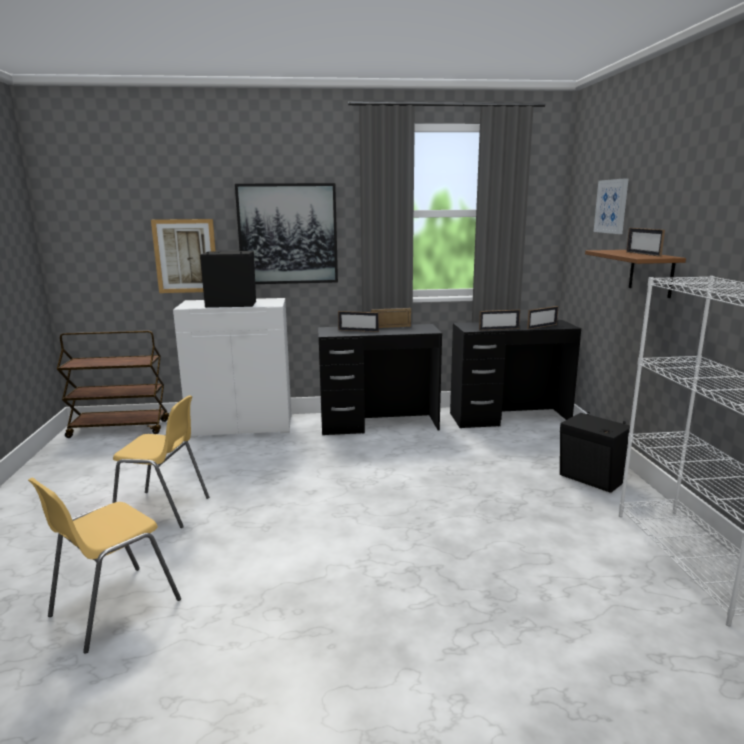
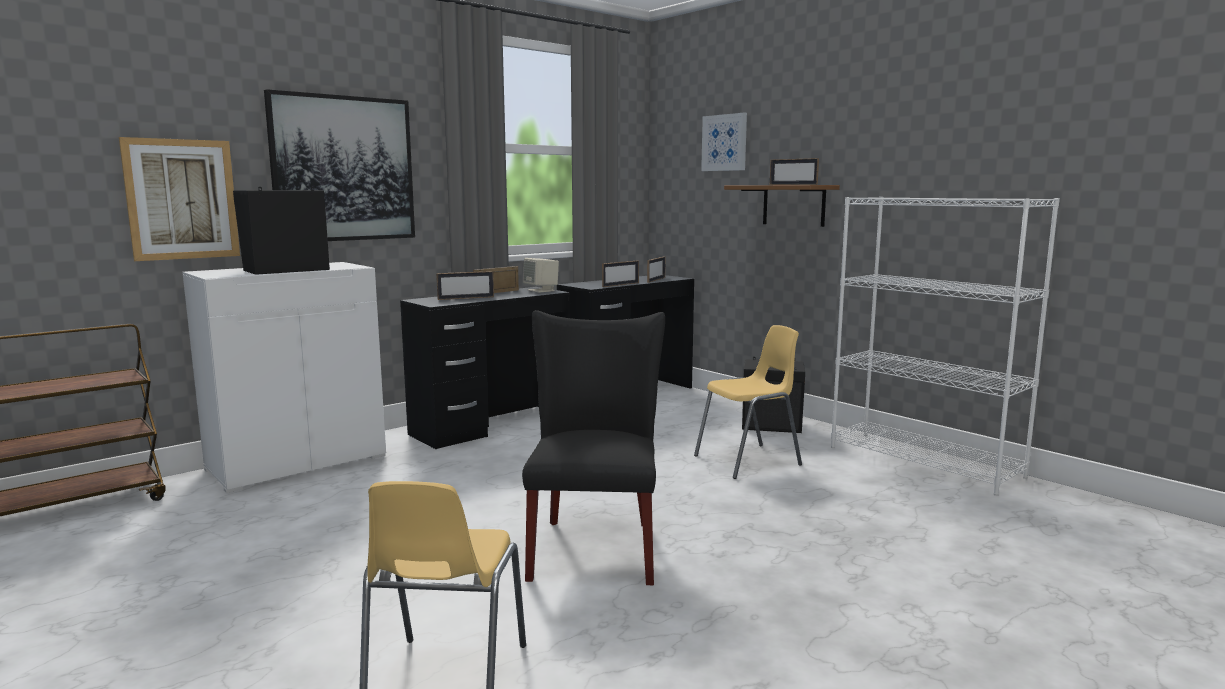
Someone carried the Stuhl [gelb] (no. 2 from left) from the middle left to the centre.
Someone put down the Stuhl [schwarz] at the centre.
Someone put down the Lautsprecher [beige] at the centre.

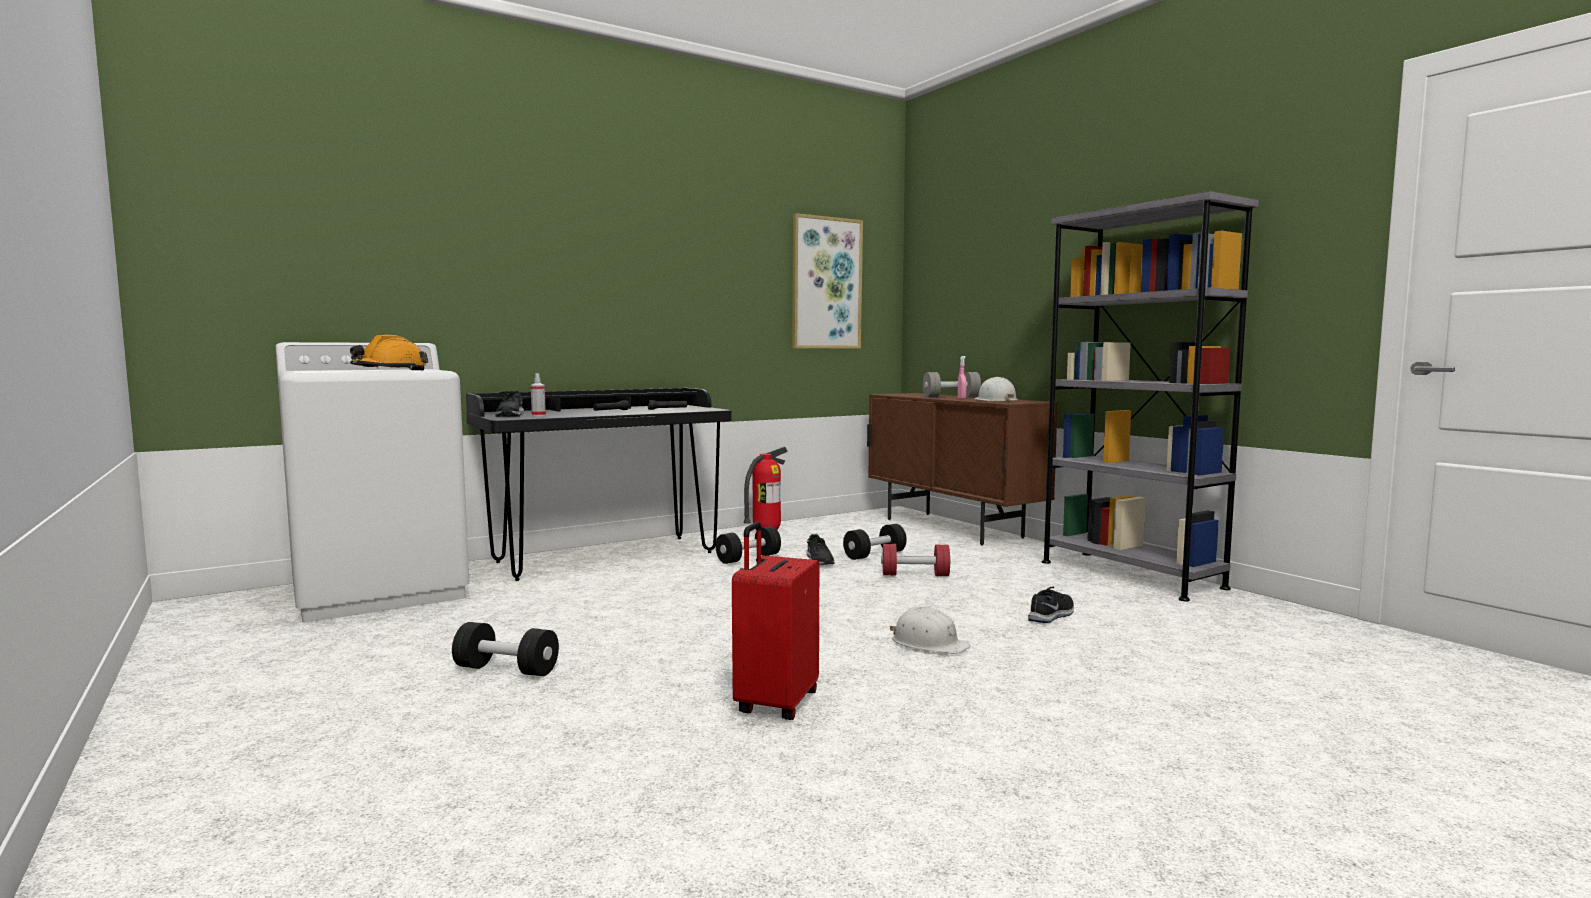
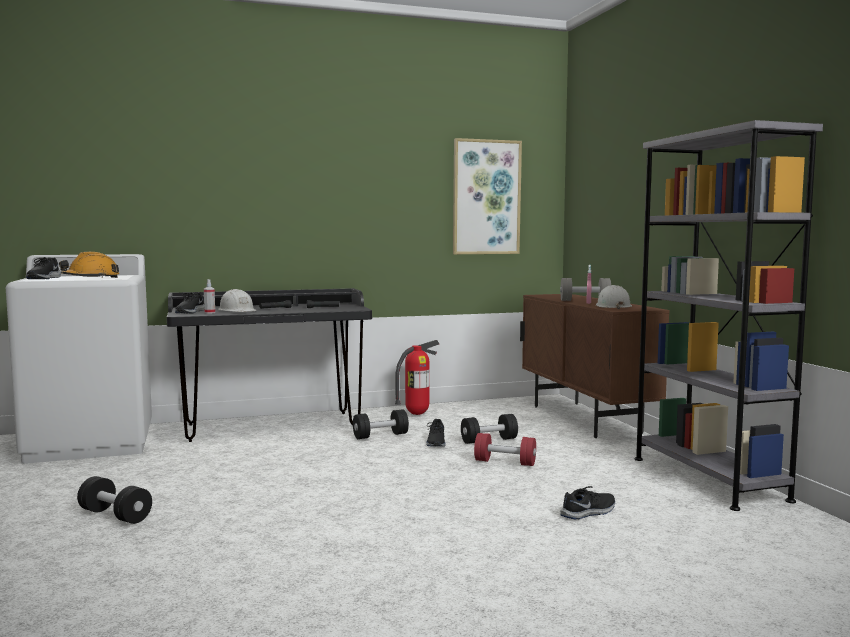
Someone took away the Koffer [rot] at the bottom centre.
Someone carried the Schutzhelm [weiß] (no. 1 from left) from the bottom centre to the middle left.
Someone put down the Schuh [schwarz] (no. 1 from left) at the middle left.

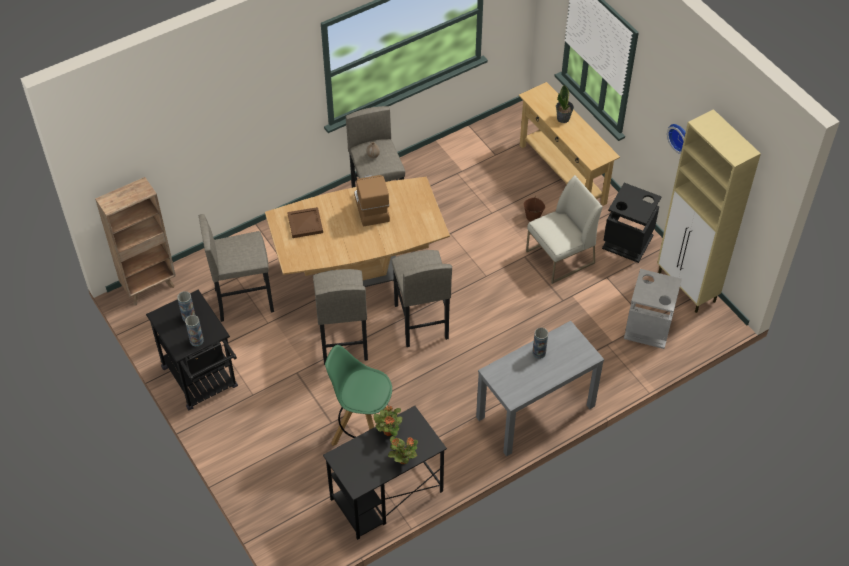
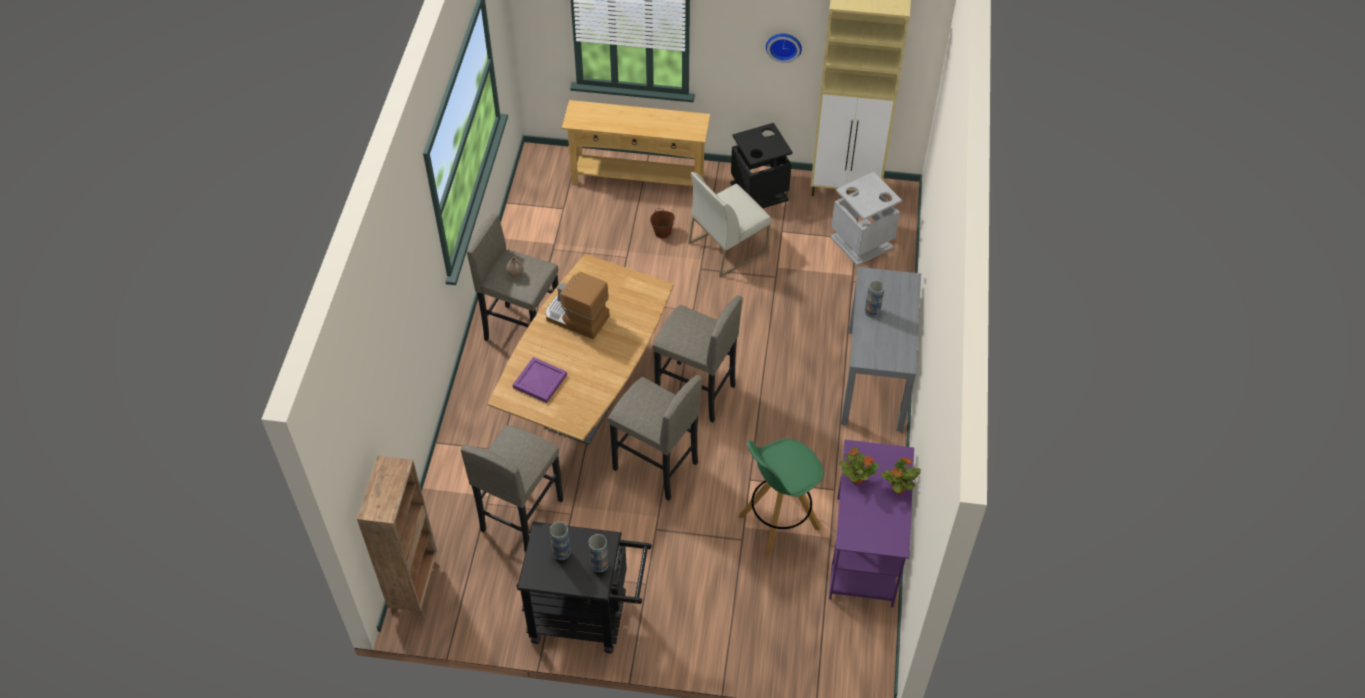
Someone repainted the Tablett [braun] at the centre, which became the Tablett [lila] at the centre.
Someone repainted the Schreibtisch [schwarz] at the bottom centre, which became the Schreibtisch [lila] at the bottom centre.
Someone rotated the Stuhl [weiß] at the centre by 135 degrees counterclockwise.
Someone took away the Topfpflanze (no. 3 from left) at the top centre.

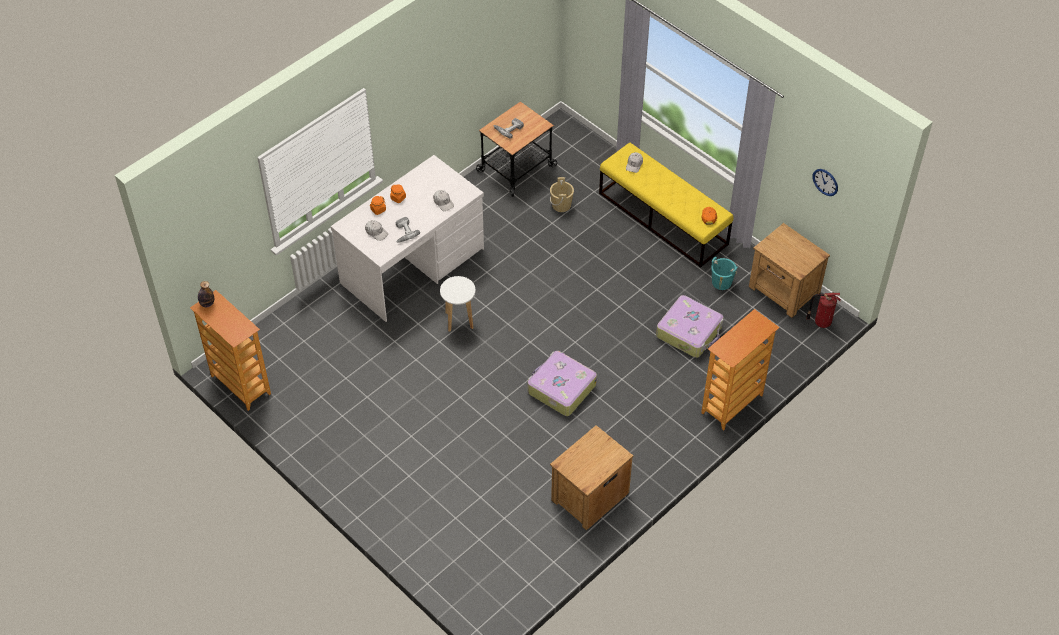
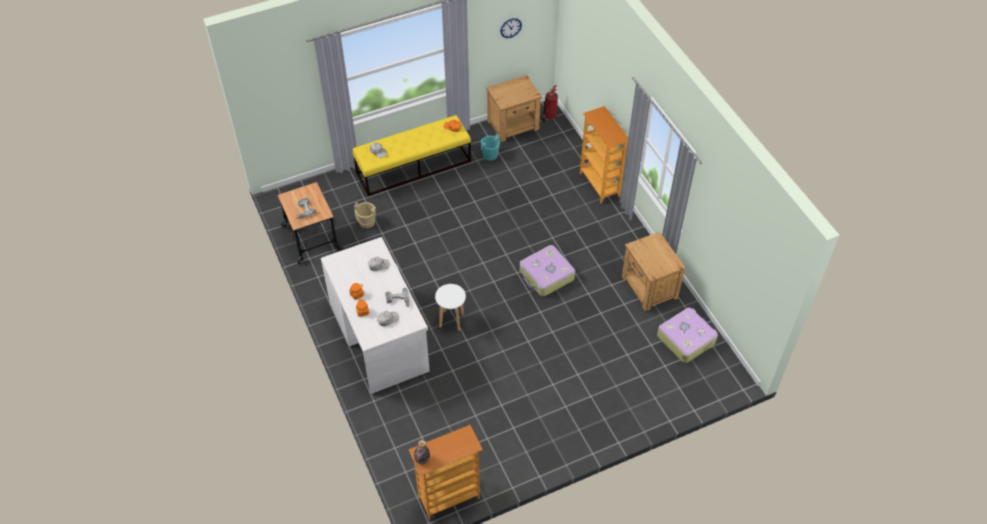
Someone carried the Koffer (no. 2 from left) from the centre to the middle right.

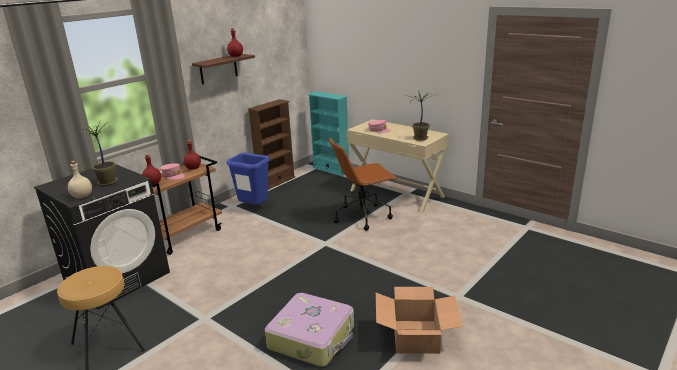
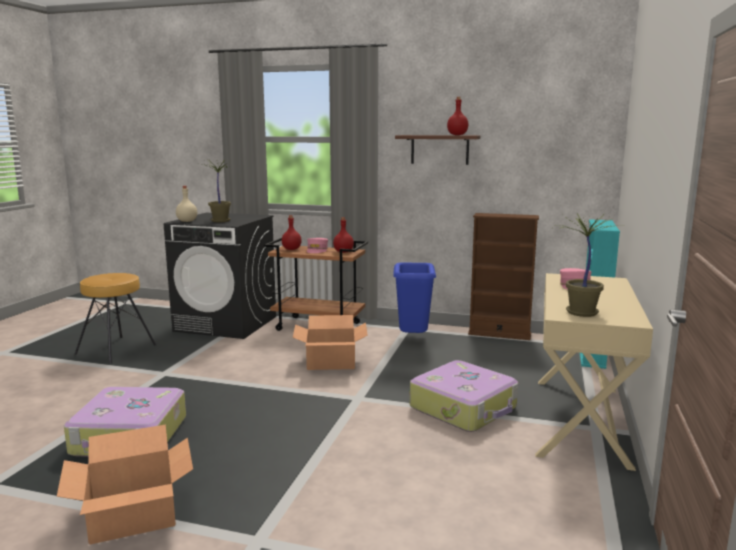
Someone swapped the Bürostuhl [braun] at the centre for the Koffer (no. 2 from left) at the bottom centre.
Someone put down the Karton (no. 2 from left) at the centre.

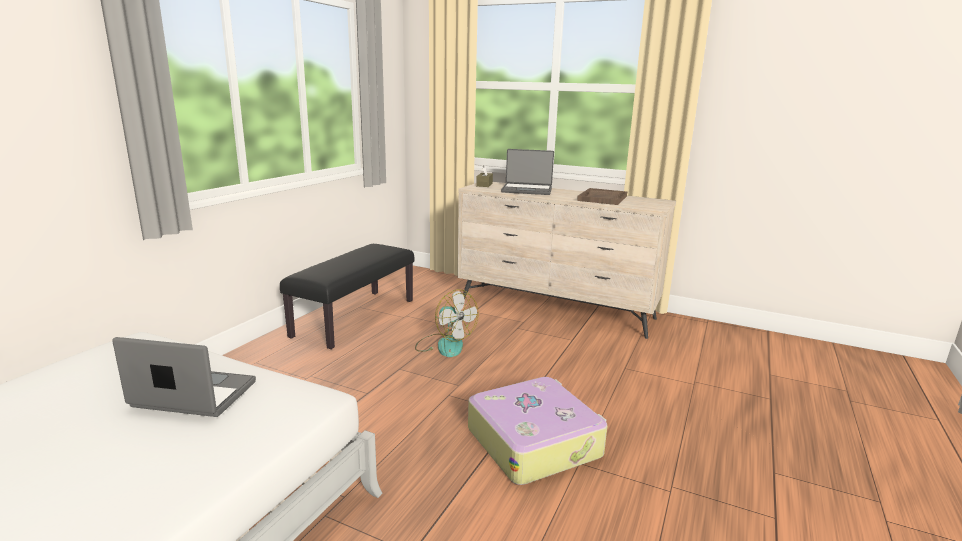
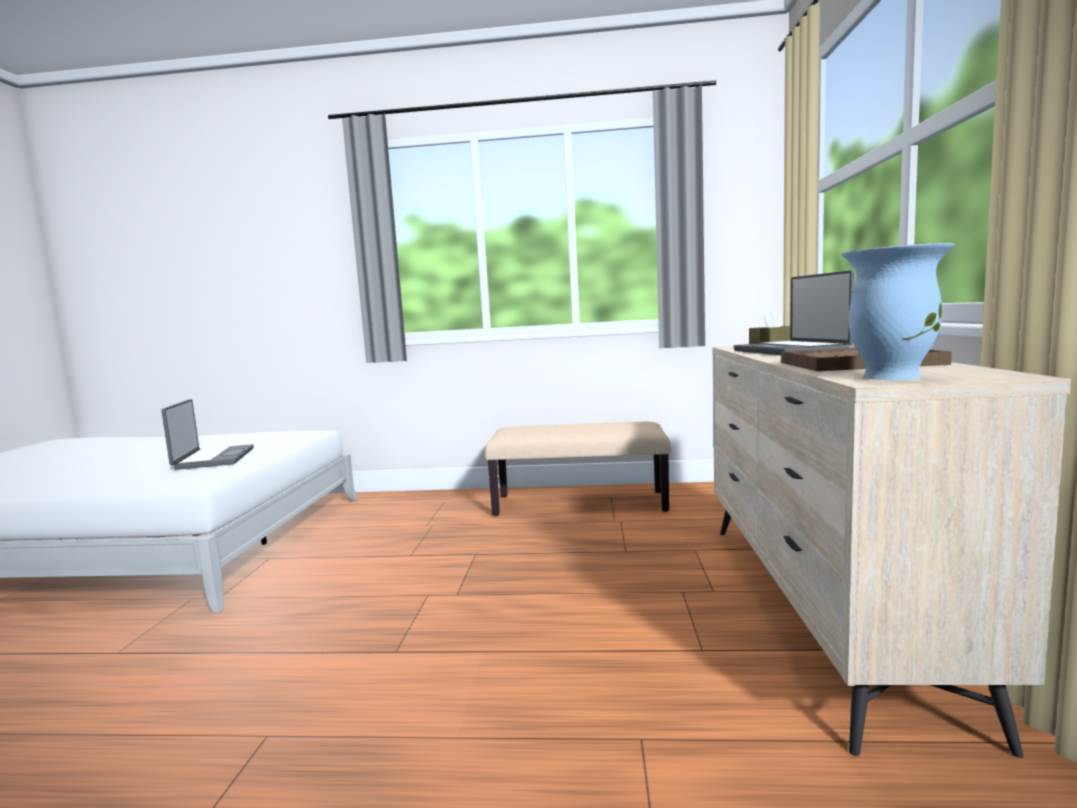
Someone repainted the Bank [schwarz] at the centre, which became the Bank [beige] at the centre.
Someone took away the Ventilator at the centre.
Someone took away the Koffer at the bottom centre.
Someone put down the Vase at the middle right.

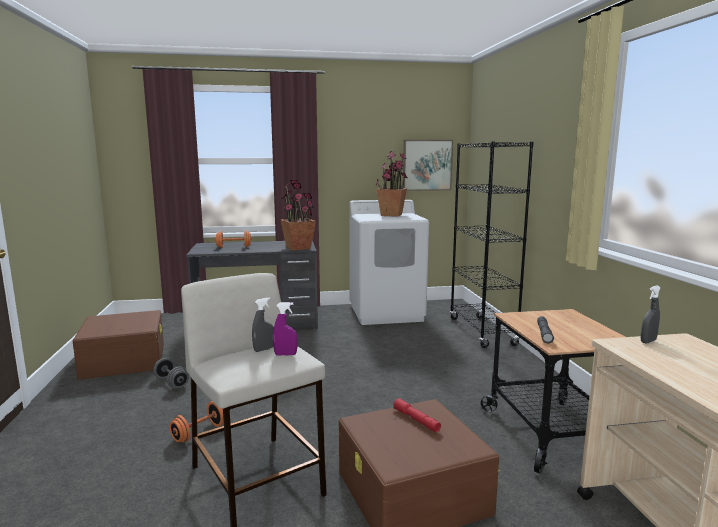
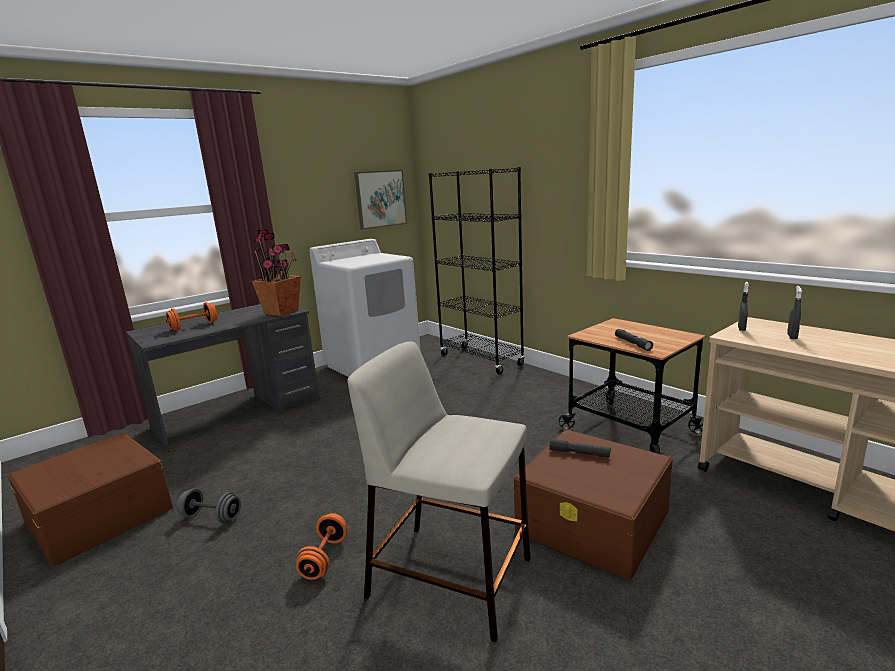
Someone carried the Sprühflasche [grau] (no. 1 from left in the first image) from the centre to the middle right.
Someone took away the Sprühflasche [lila] at the centre.
Someone took away the Topfpflanze (no. 2 from left) at the centre.
Someone repainted the Taschenlampe [rot] at the bottom centre, which became the Taschenlampe [grau] (no. 1 from left) at the bottom centre.

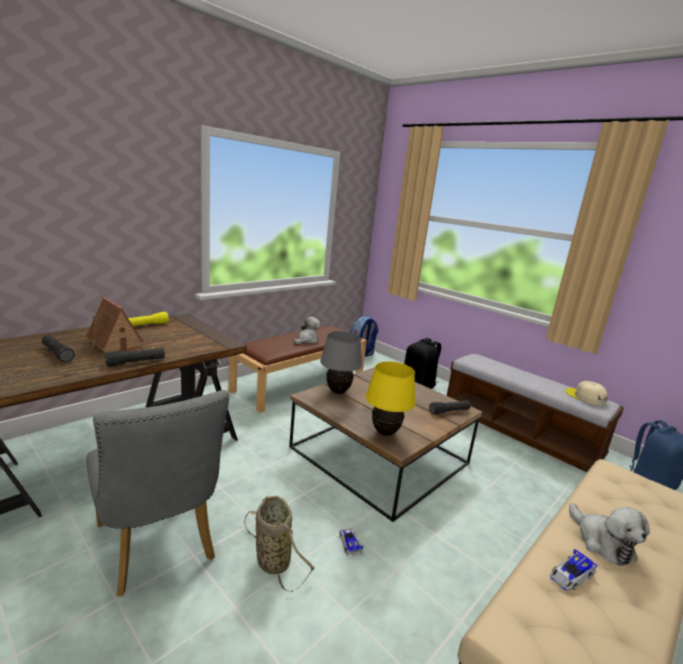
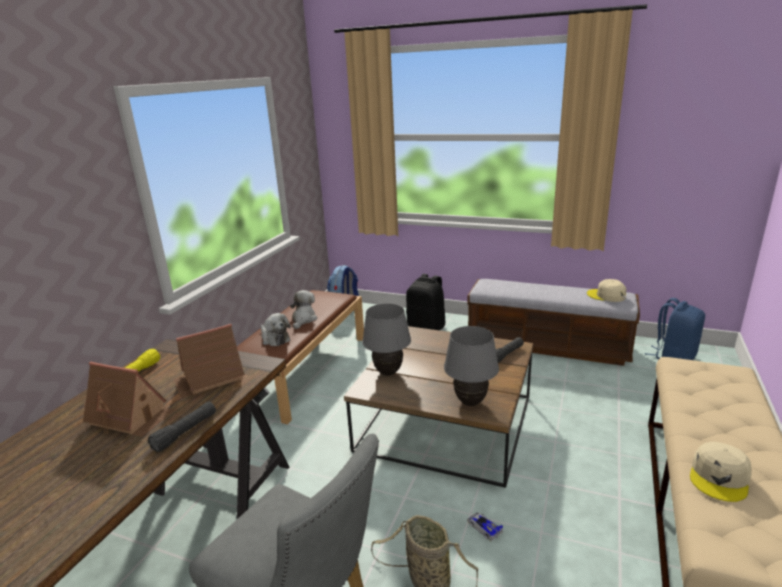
Someone took away the Taschenlampe [schwarz] (no. 1 from left) at the middle left.
Someone repainted the Tischlampe [gelb] at the centre, which became the Tischlampe [grau] (no. 2 from left) at the centre.
Someone swapped the Spielzeugauto (no. 2 from left) at the bottom right for the Kappe [beige] (no. 2 from left) at the bottom right.
Someone carried the Plüschtier (no. 2 from left in the first image) from the bottom right to the centre.
Someone put down the Spielzeughaus (no. 2 from left) at the middle left.

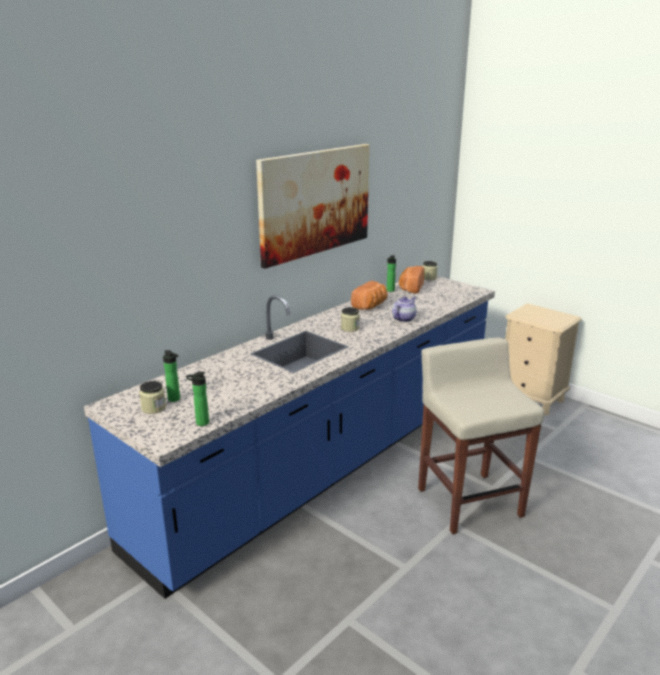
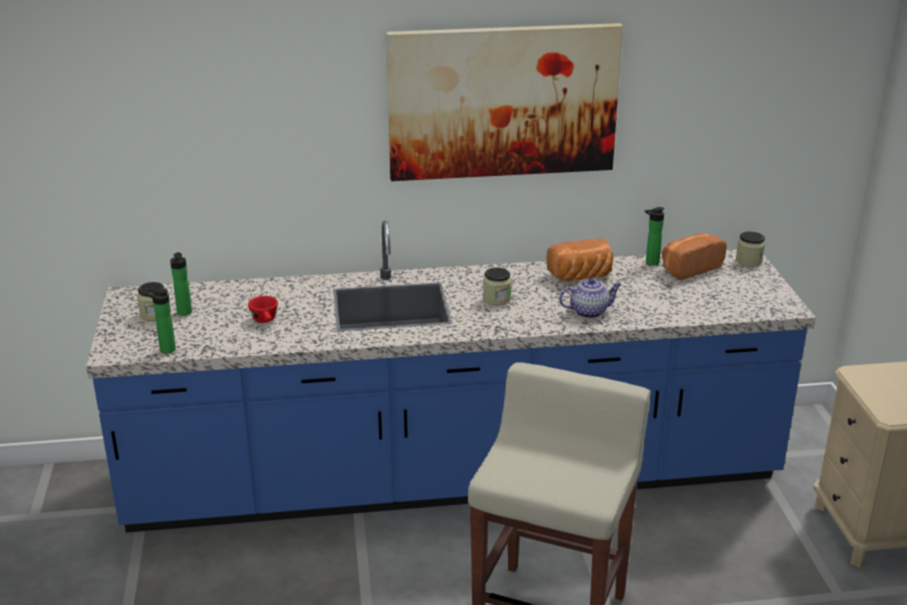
Someone put down the Tasse [rot] at the middle left.

